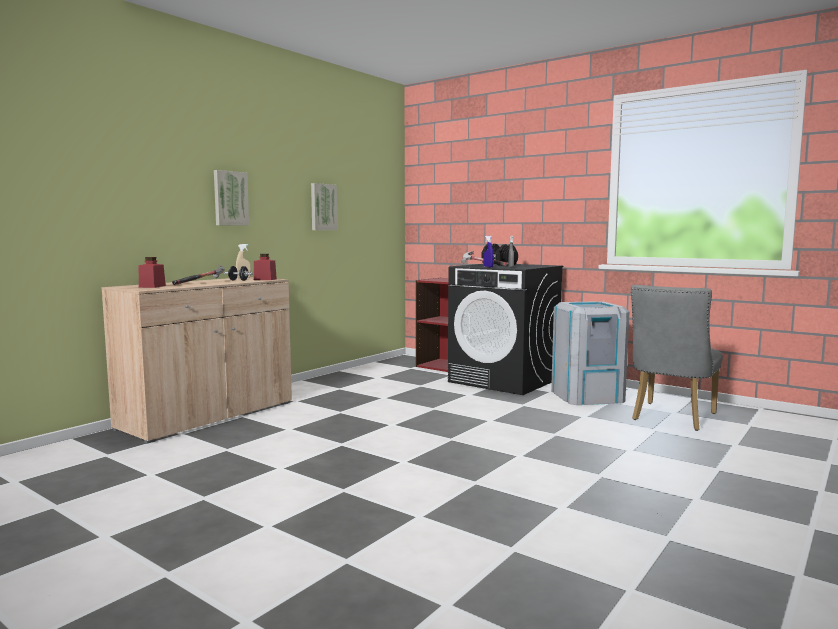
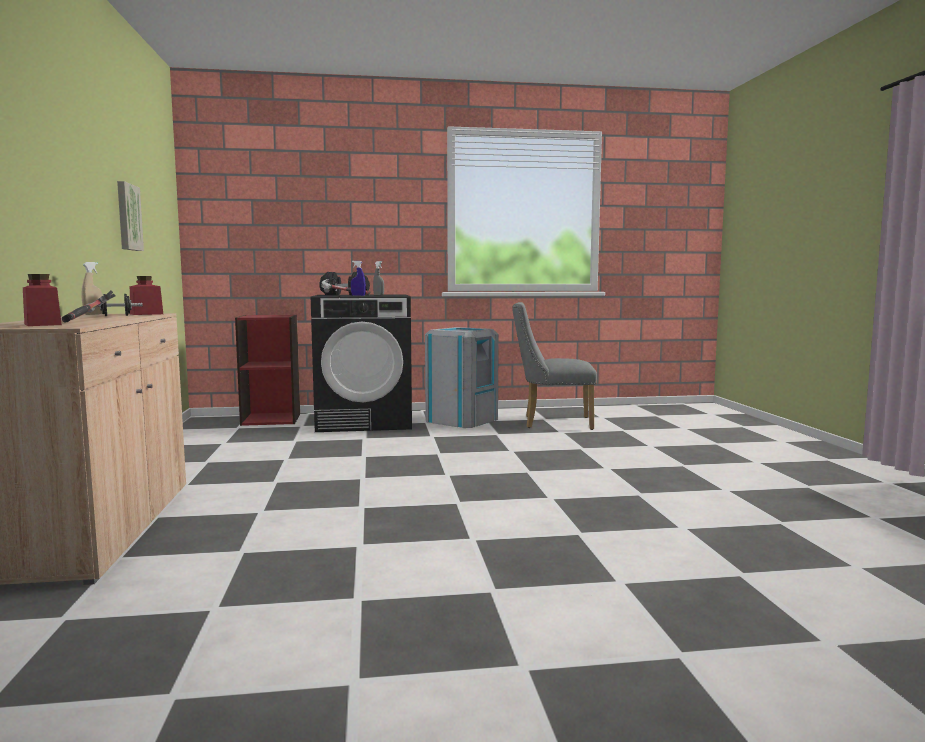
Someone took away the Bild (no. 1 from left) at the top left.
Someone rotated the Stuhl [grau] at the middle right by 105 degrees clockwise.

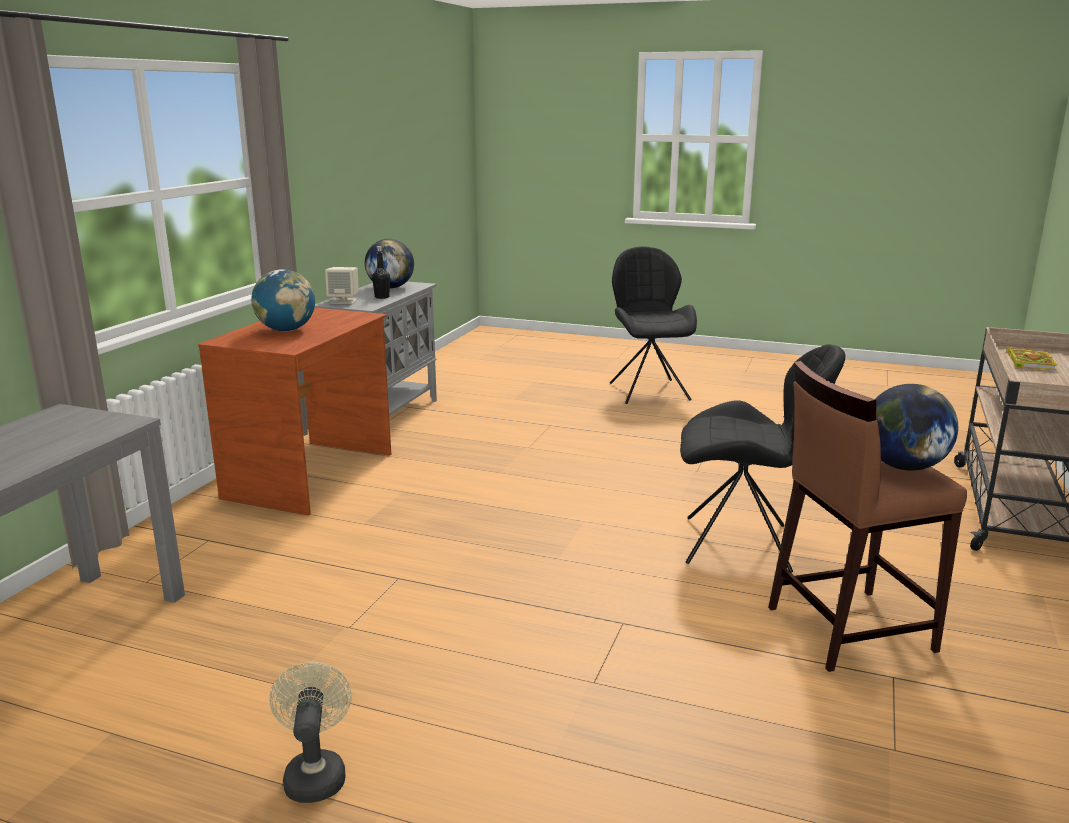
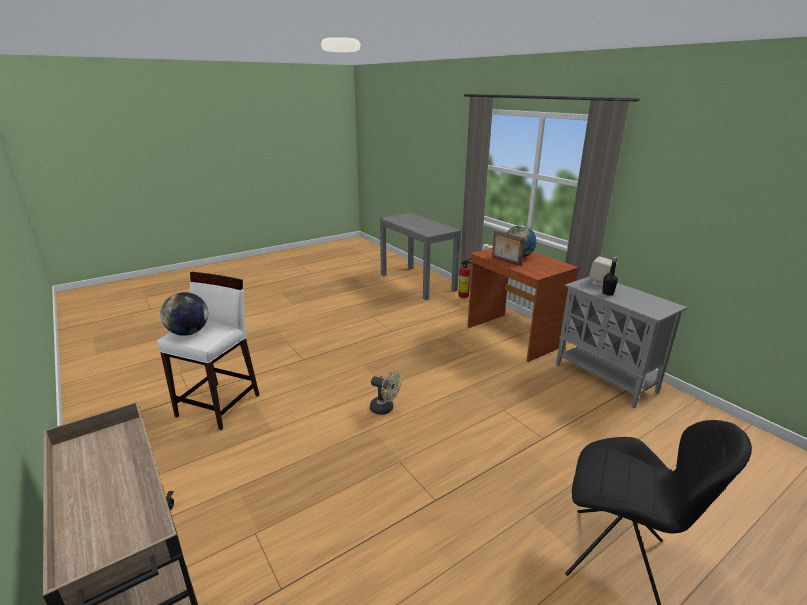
Someone carried the Ventilator [beige] from the bottom left to the centre.
Someone took away the Globus (no. 2 from left) at the top centre.
Someone took away the Stuhl [schwarz] (no. 2 from left) at the middle right.
Someone repainted the Hocker [braun] at the middle right, which became the Hocker [weiß] at the middle left.
Someone took away the Buch at the middle right.
Someone put down the Feuerlöscher at the centre.
Someone put down the Bilderrahmen at the centre.

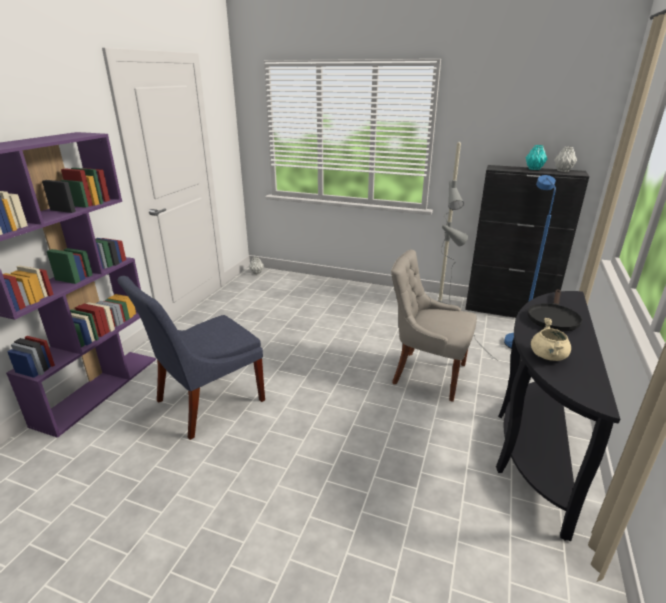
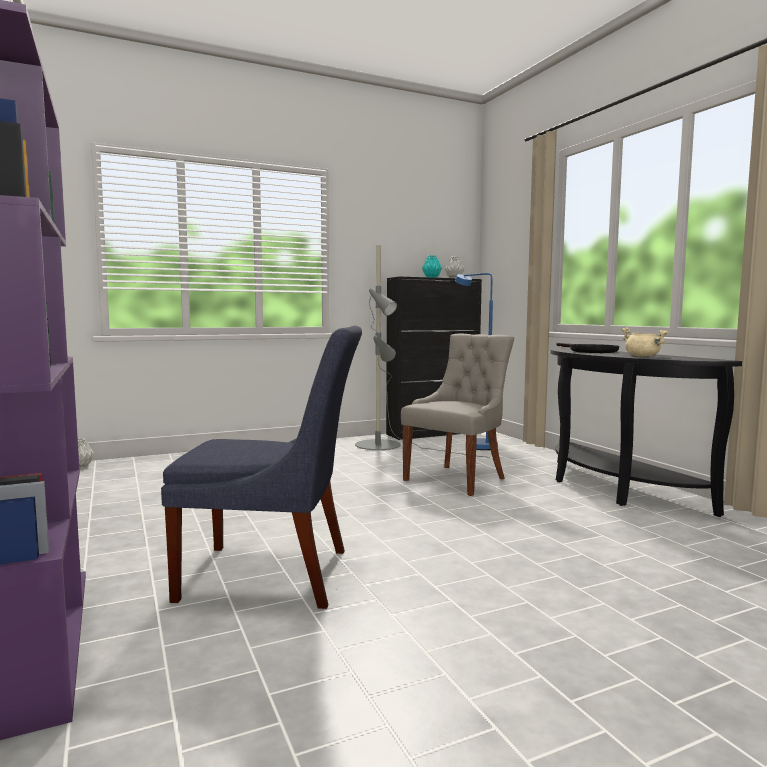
Someone rotated the Stuhl [blau] at the middle left by 90 degrees counterclockwise.
Someone rotated the Stuhl [grau] at the centre by 150 degrees clockwise.

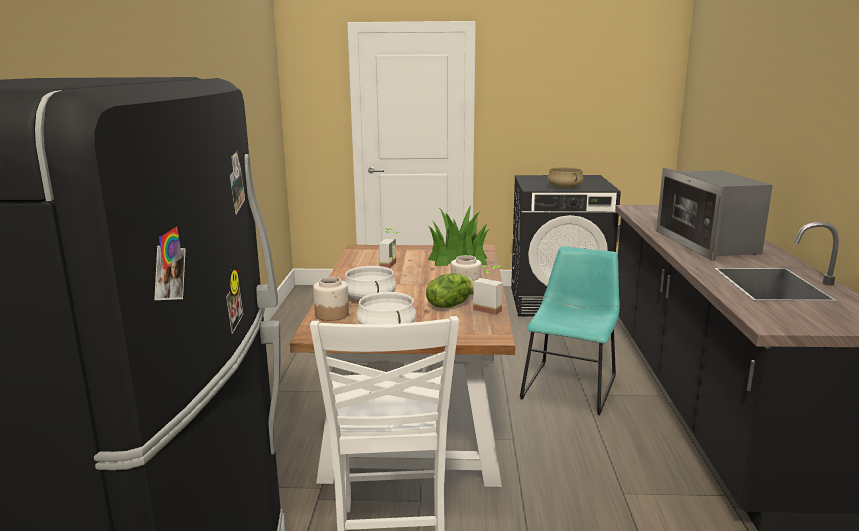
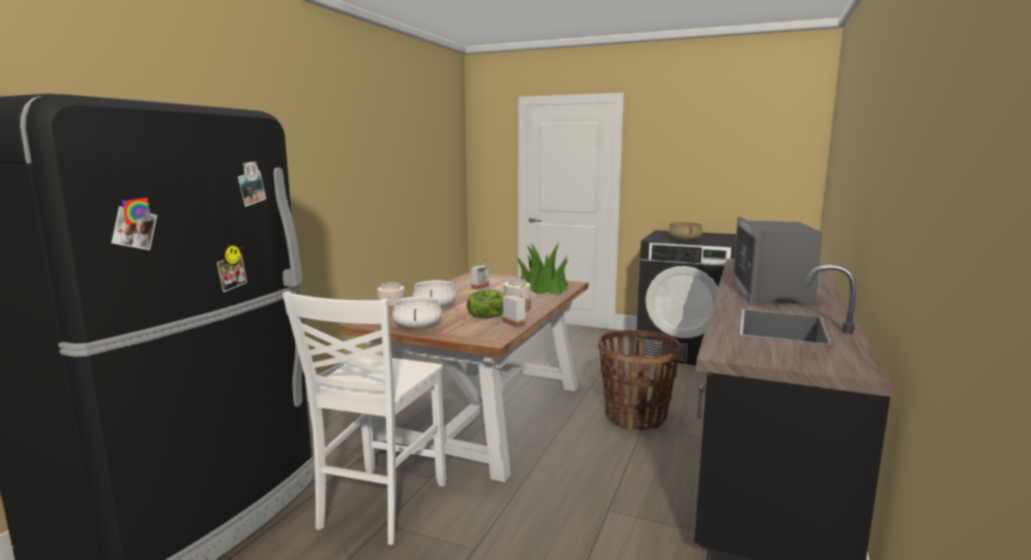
Someone swapped the Stuhl [türkis] at the centre for the Korb at the bottom centre.

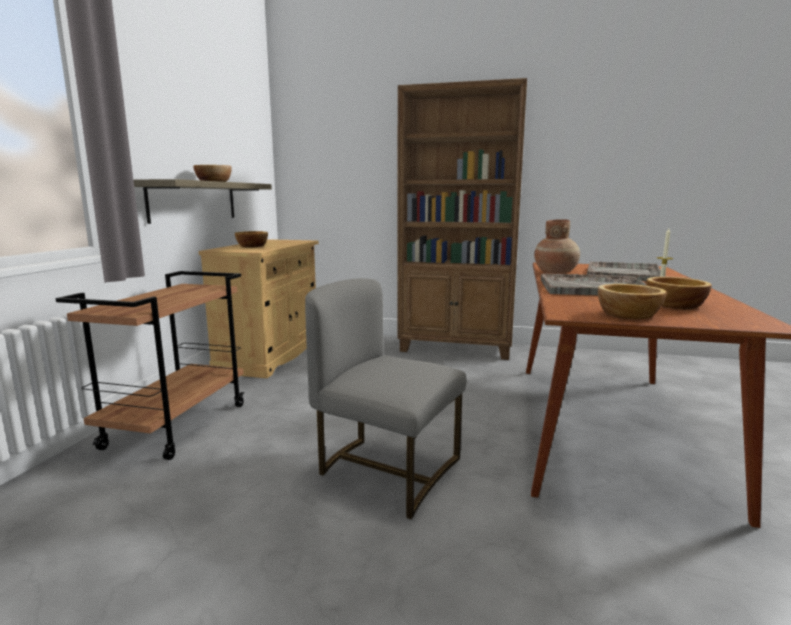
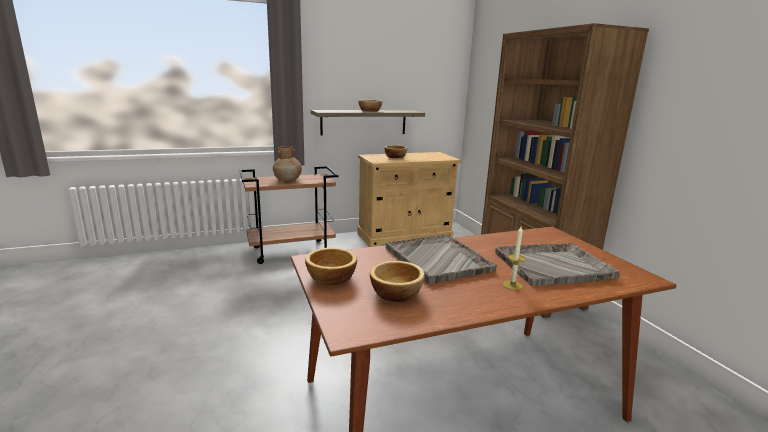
Someone took away the Stuhl [grau] at the centre.
Someone carried the Vase [braun] from the middle right to the centre.

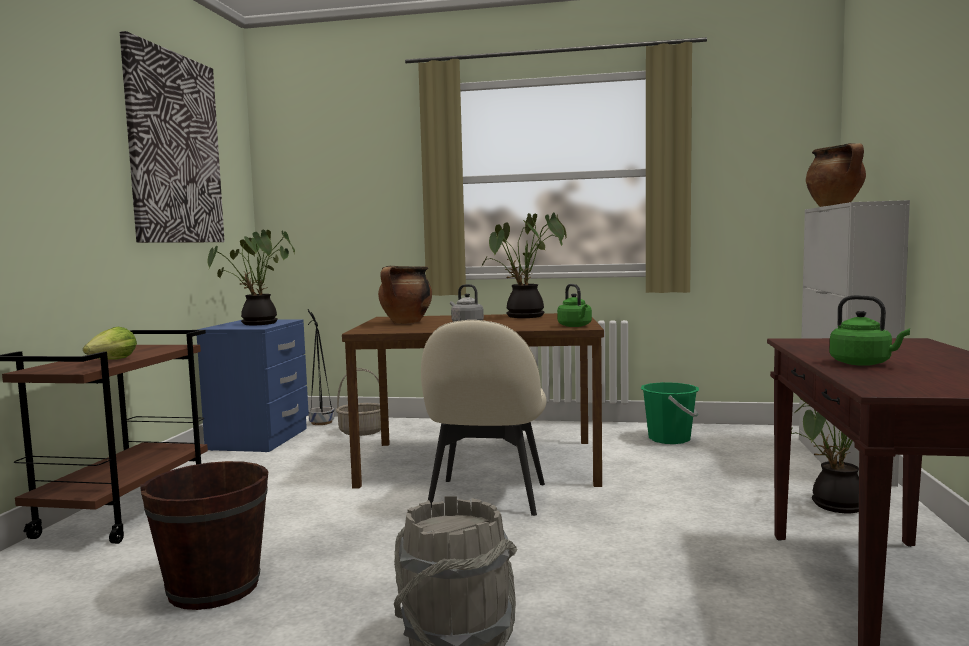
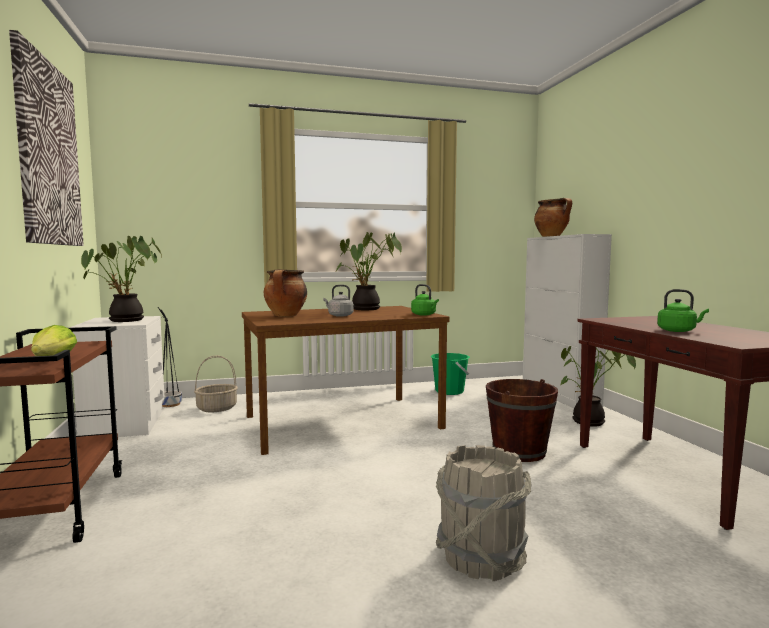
Someone carried the Eimer [braun] from the bottom left to the bottom right.
Someone repainted the Nachttisch [blau] at the middle left, which became the Nachttisch [weiß] at the middle left.
Someone took away the Stuhl [beige] at the centre.

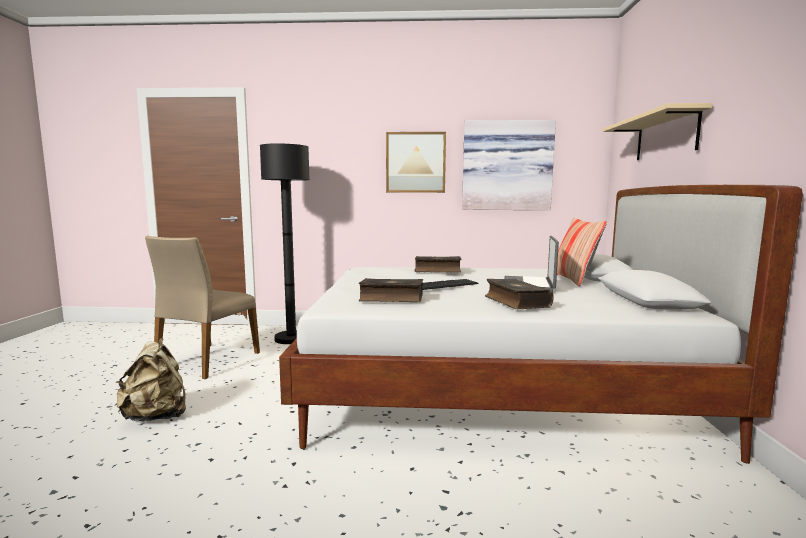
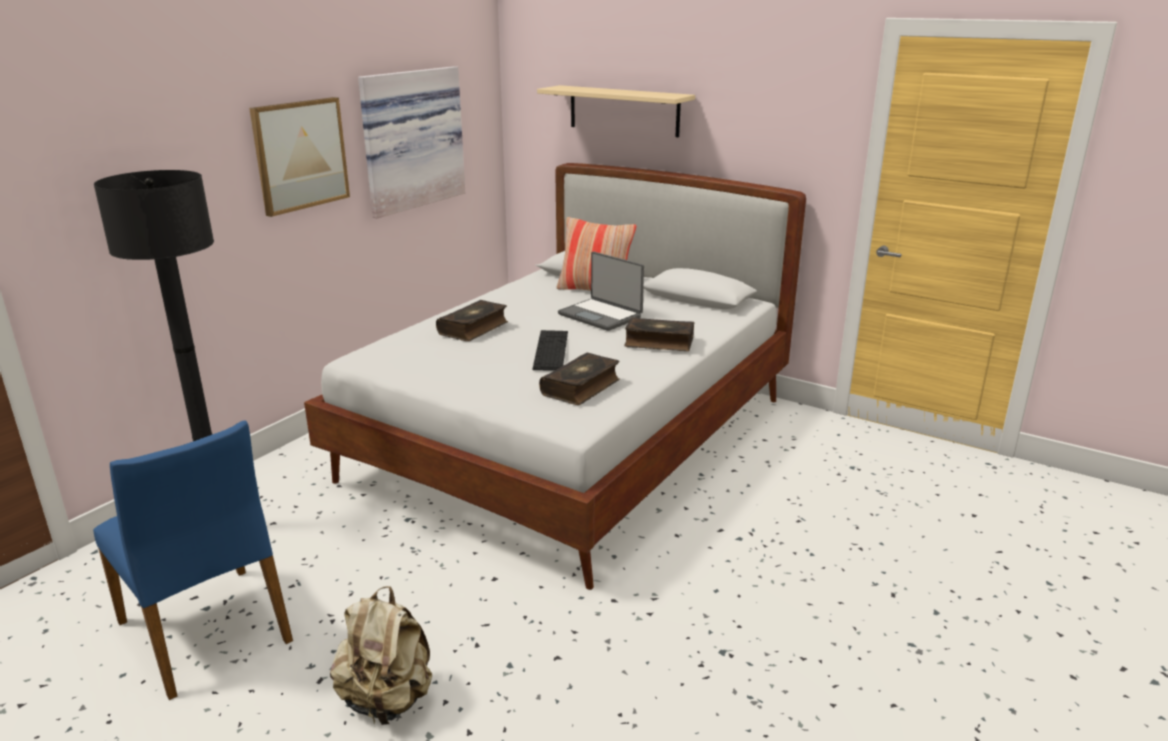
Someone repainted the Stuhl [beige] at the middle left, which became the Stuhl [blau] at the bottom left.

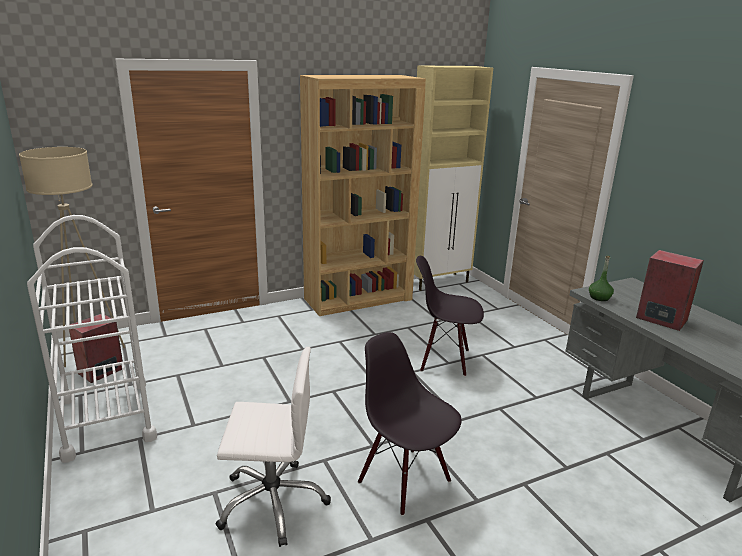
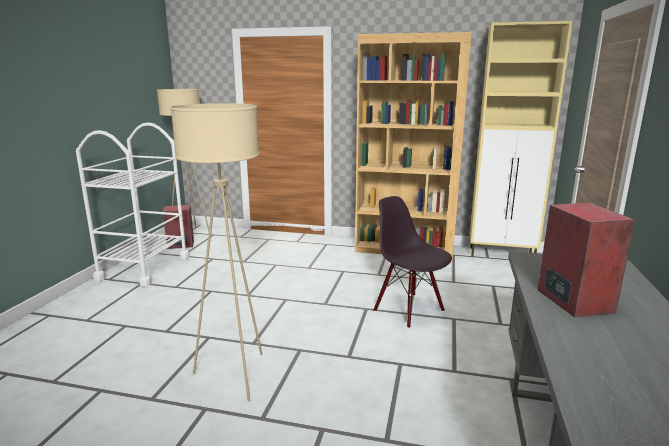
Someone took away the Bürostuhl [weiß] at the bottom centre.
Someone swapped the Stuhl [schwarz] (no. 1 from left) at the bottom centre for the Stehlampe [beige] (no. 2 from left) at the middle left.
Someone took away the Flasche [grün] at the middle right.

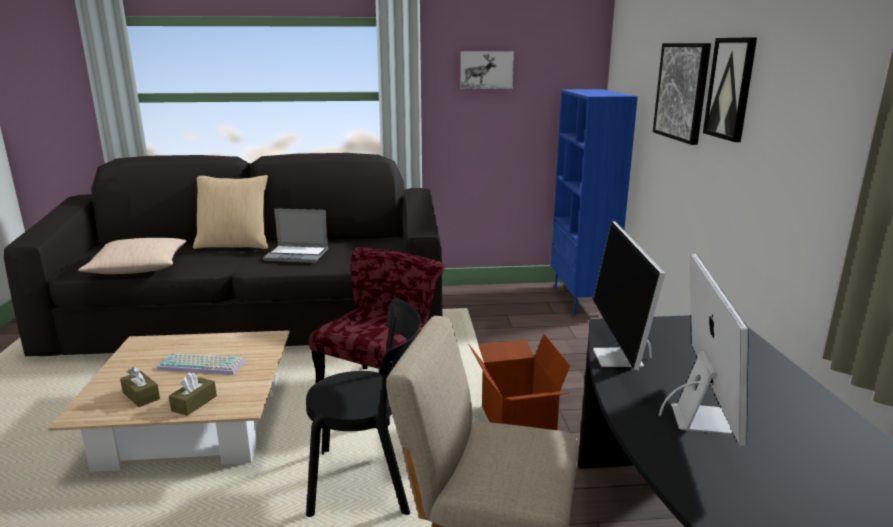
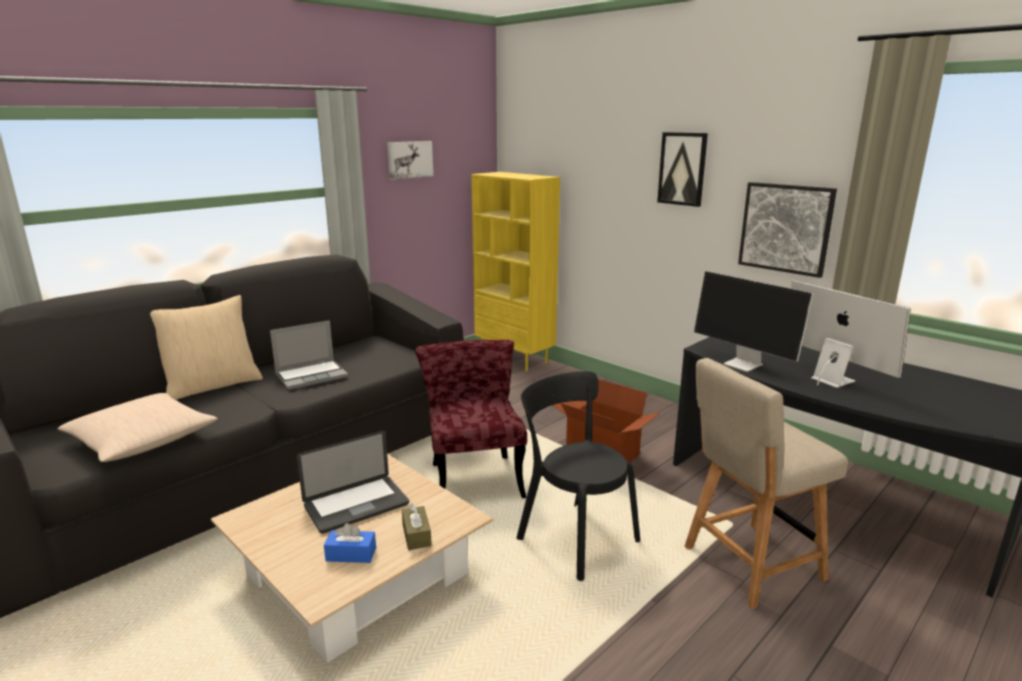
Someone repainted the Taschentuchbox [braun] (no. 1 from left) at the bottom left, which became the Taschentuchbox [blau] at the bottom centre.
Someone swapped the Tastatur at the bottom left for the Laptop (no. 2 from left) at the bottom centre.
Someone rotated the Stuhl [schwarz] at the bottom centre by 90 degrees counterclockwise.
Someone repainted the Bücherregal [blau] at the centre, which became the Bücherregal [gelb] at the centre.
Someone carried the Bild (no. 2 from left in the first image) from the top right to the middle right.

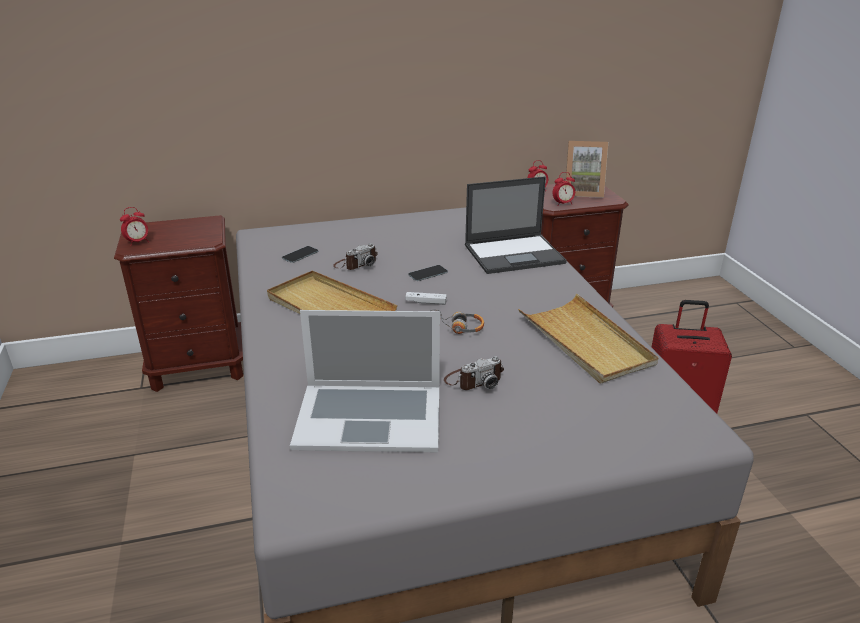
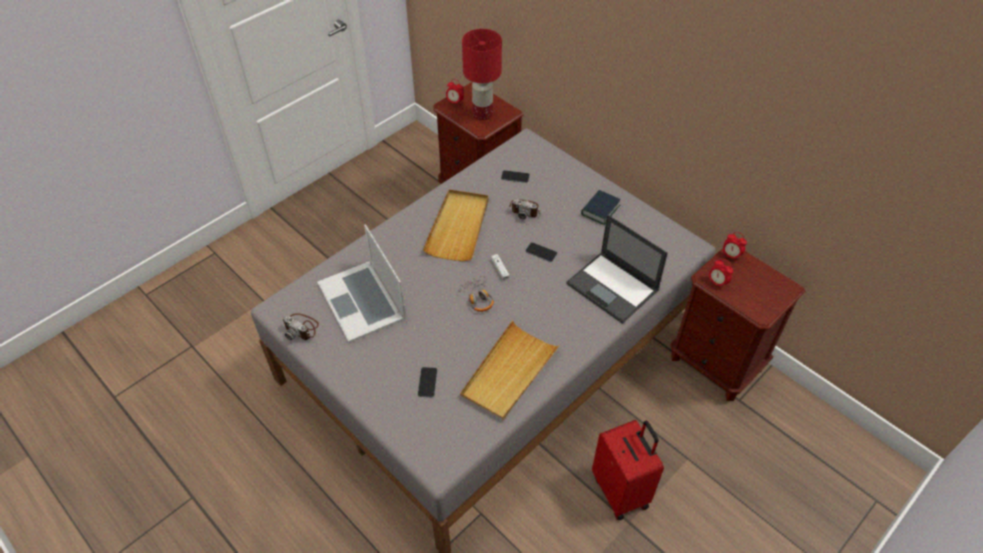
Someone carried the Kamera (no. 2 from left in the first image) from the centre to the middle left.
Someone took away the Bilderrahmen at the top right.
Someone put down the Handy (no. 1 from left) at the bottom centre.
Someone put down the Tischlampe [rot] at the top centre.
Someone put down the Buch at the centre.

